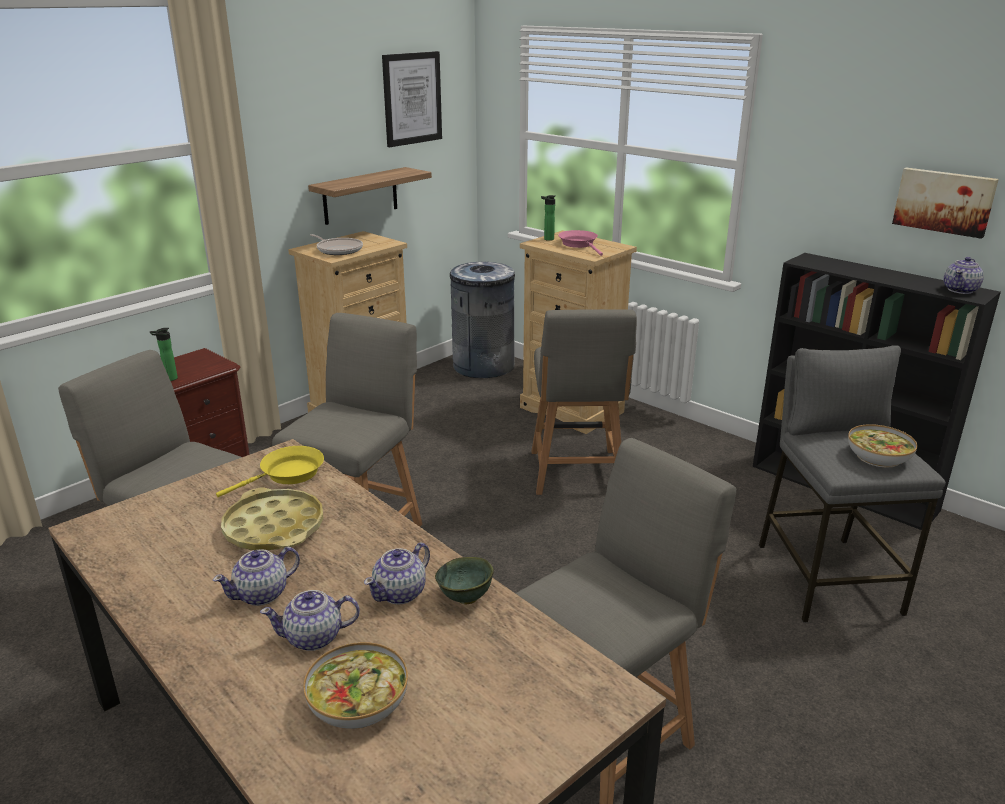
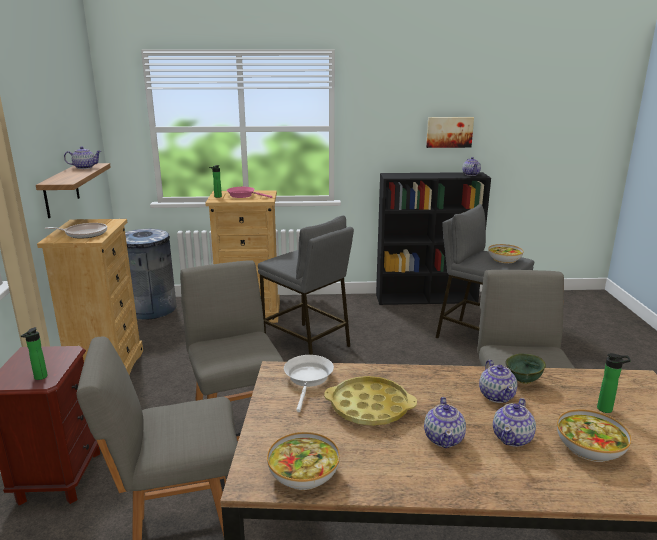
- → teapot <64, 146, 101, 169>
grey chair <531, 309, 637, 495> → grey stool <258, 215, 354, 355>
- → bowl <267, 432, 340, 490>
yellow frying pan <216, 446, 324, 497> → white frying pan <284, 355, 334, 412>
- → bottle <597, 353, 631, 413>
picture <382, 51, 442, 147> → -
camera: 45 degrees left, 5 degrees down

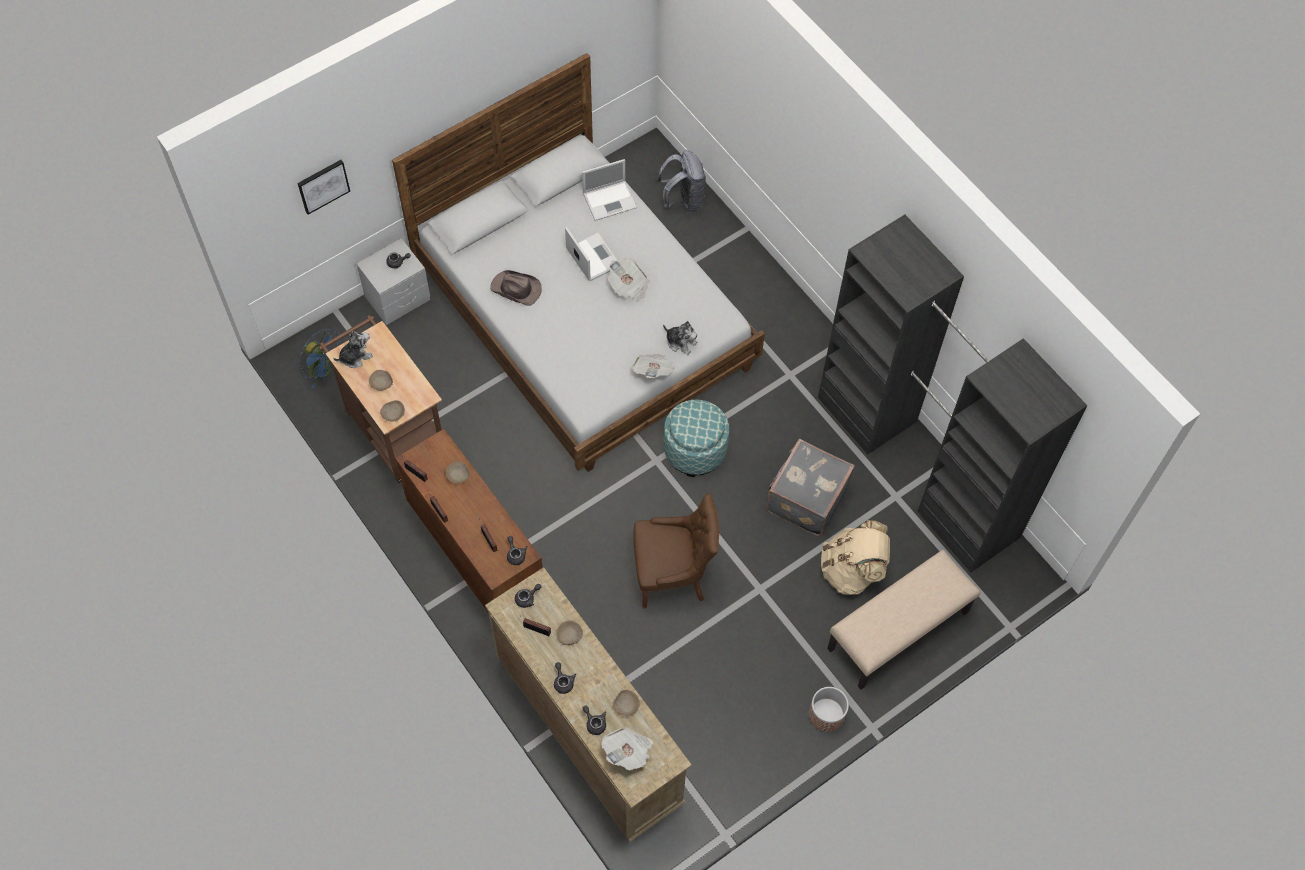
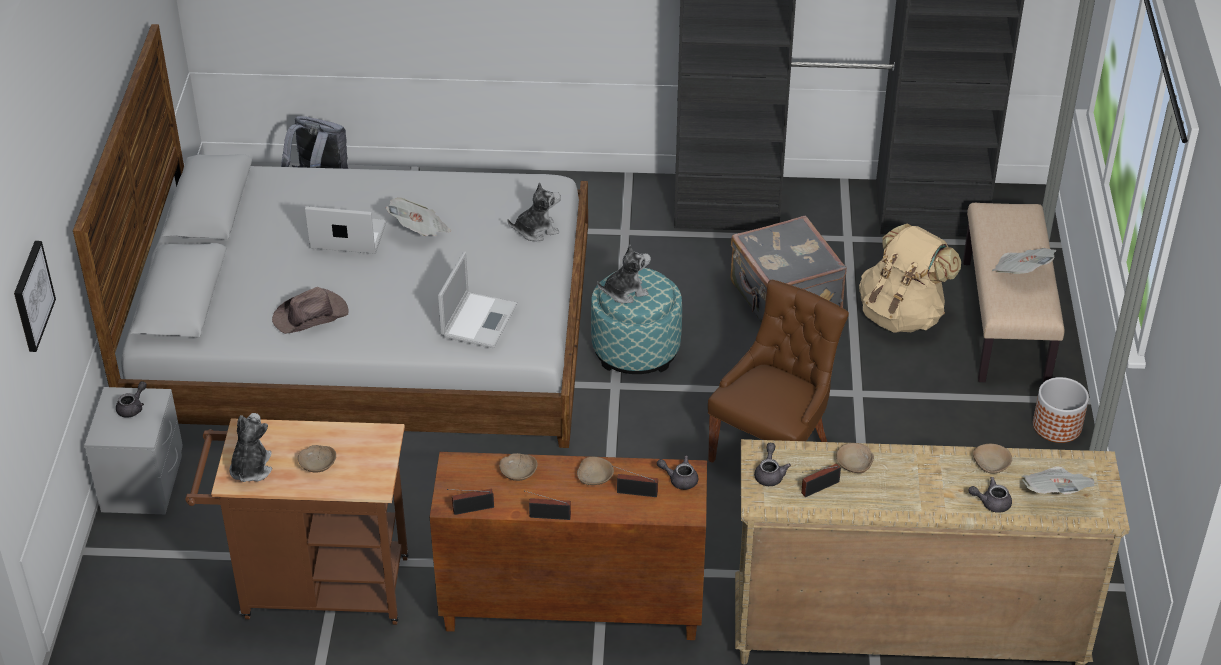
laptop <582, 159, 637, 221> → laptop <438, 252, 518, 348>, moved
beige bowl <380, 400, 405, 422> → beige bowl <577, 457, 614, 485>, moved
- → plush toy <597, 245, 651, 303>
newspaper <632, 353, 675, 378> → newspaper <992, 248, 1056, 274>, moved
blue fan <298, 328, 342, 388> → -
grey teapot <554, 662, 576, 694> → -
camera: 50 degrees left, 20 degrees down

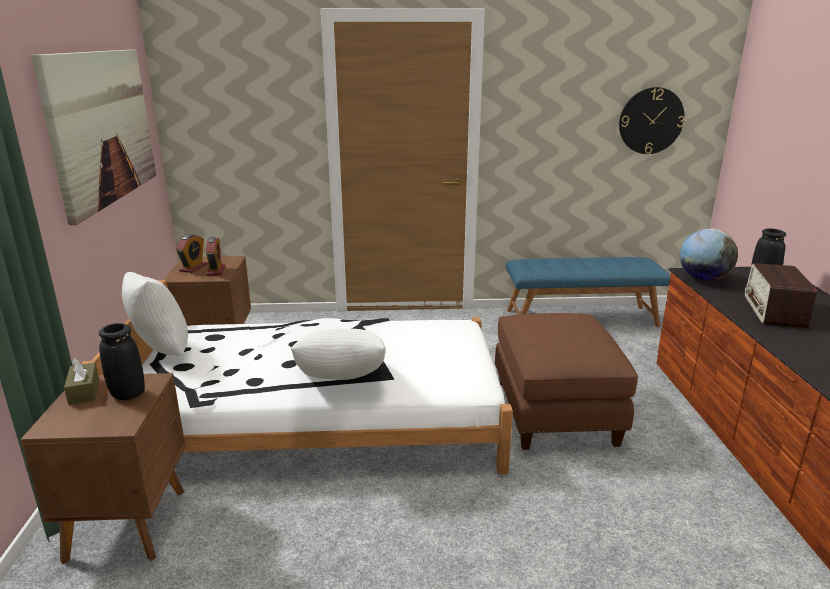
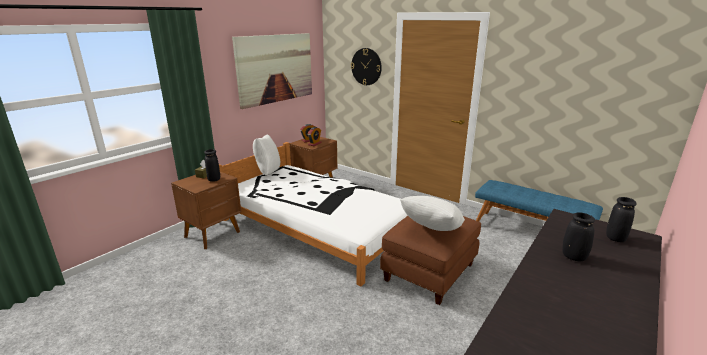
wall clock <619, 87, 685, 154> → wall clock <351, 48, 382, 85>, moved
white pillow <290, 329, 385, 380> → white pillow <400, 196, 465, 231>, moved
radio <745, 263, 817, 328> → black vase <562, 212, 595, 261>
globe <680, 229, 738, 281> → -
camera: 40 degrees right, 0 degrees up

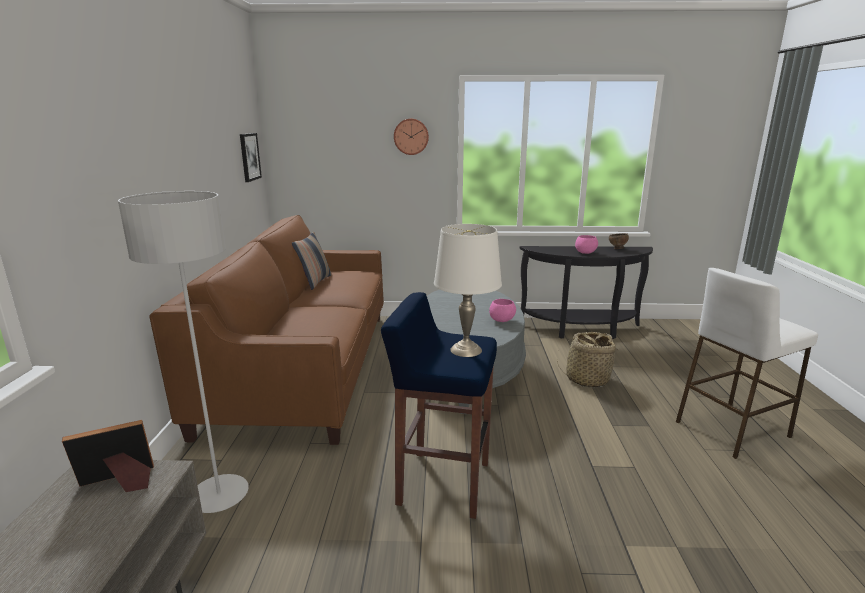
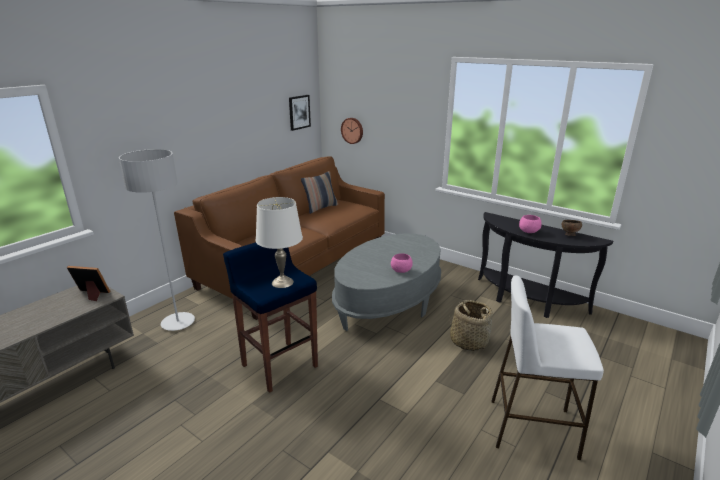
wall clock <394, 119, 429, 155> → wall clock <341, 118, 363, 144>, moved
camera: 35 degrees right, 5 degrees up

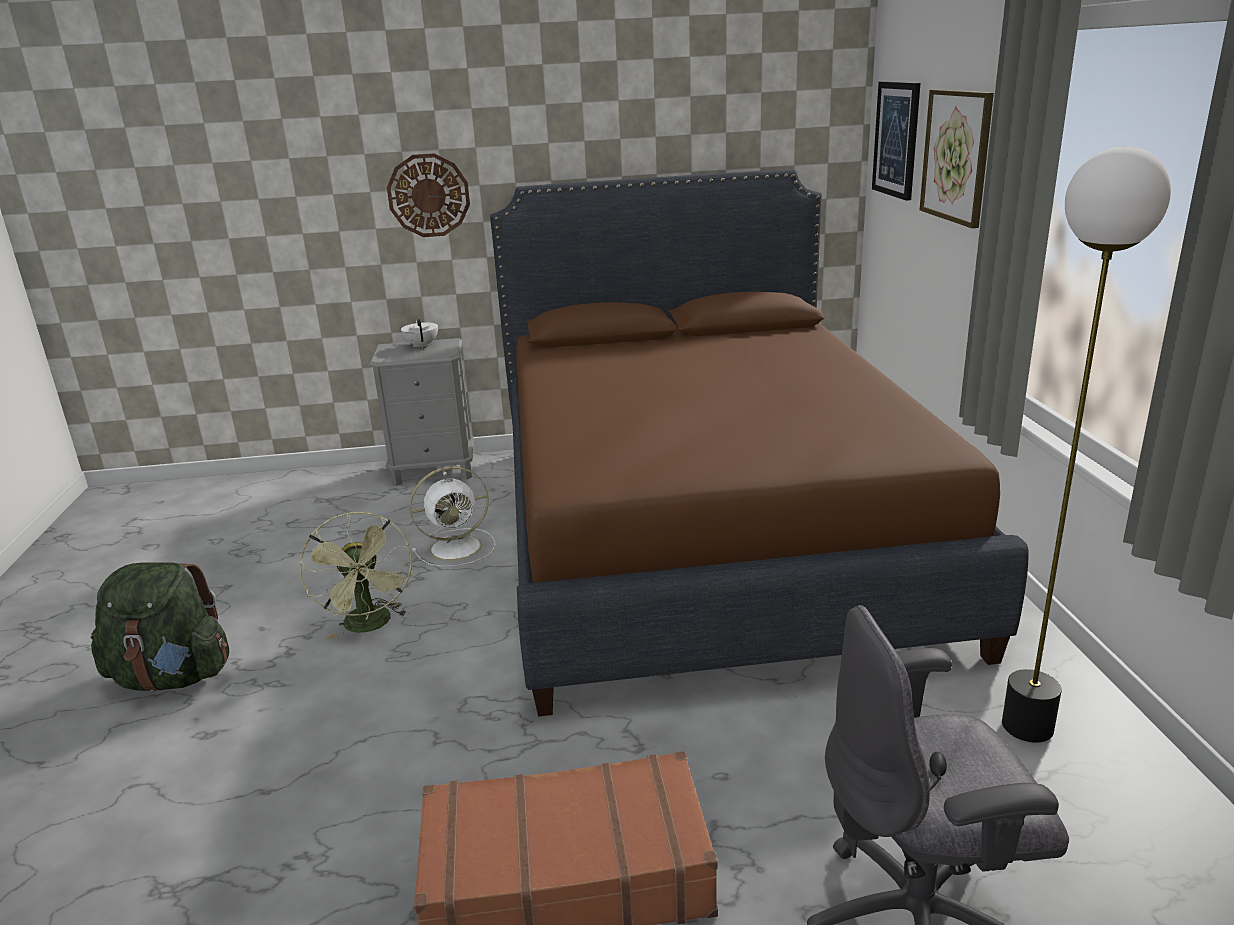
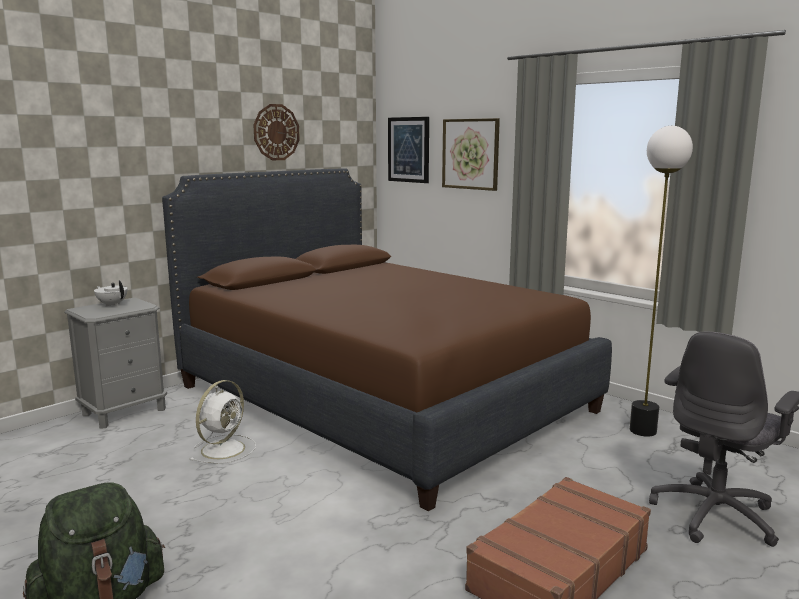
wall clock <387, 153, 470, 237> → wall clock <253, 104, 300, 161>, moved
green fan <300, 512, 413, 640> → -
camera: 40 degrees left, 10 degrees down

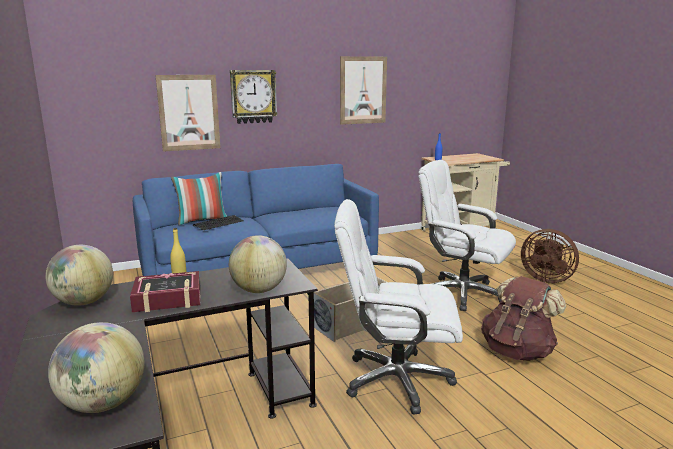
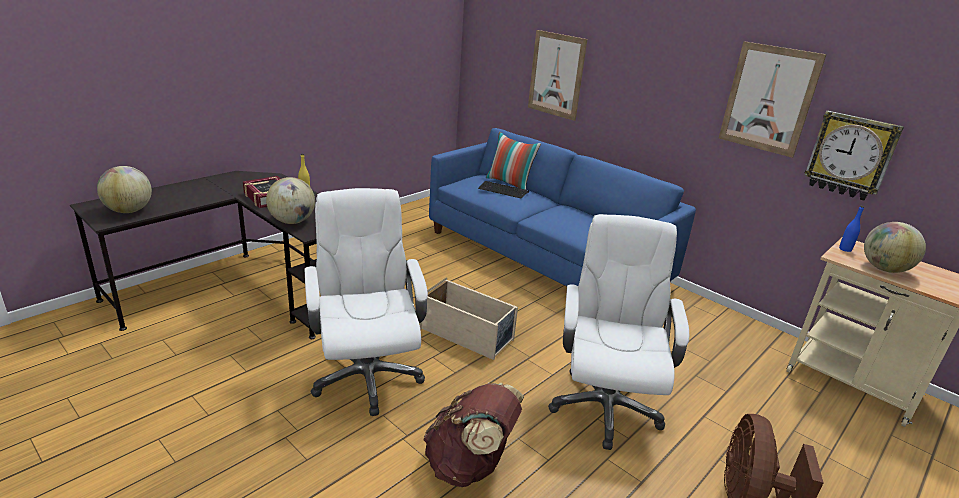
wall clock <230, 70, 277, 124> → wall clock <805, 111, 904, 201>, moved
globe <45, 245, 113, 306> → globe <864, 222, 926, 273>, moved
camera: 65 degrees right, 10 degrees up

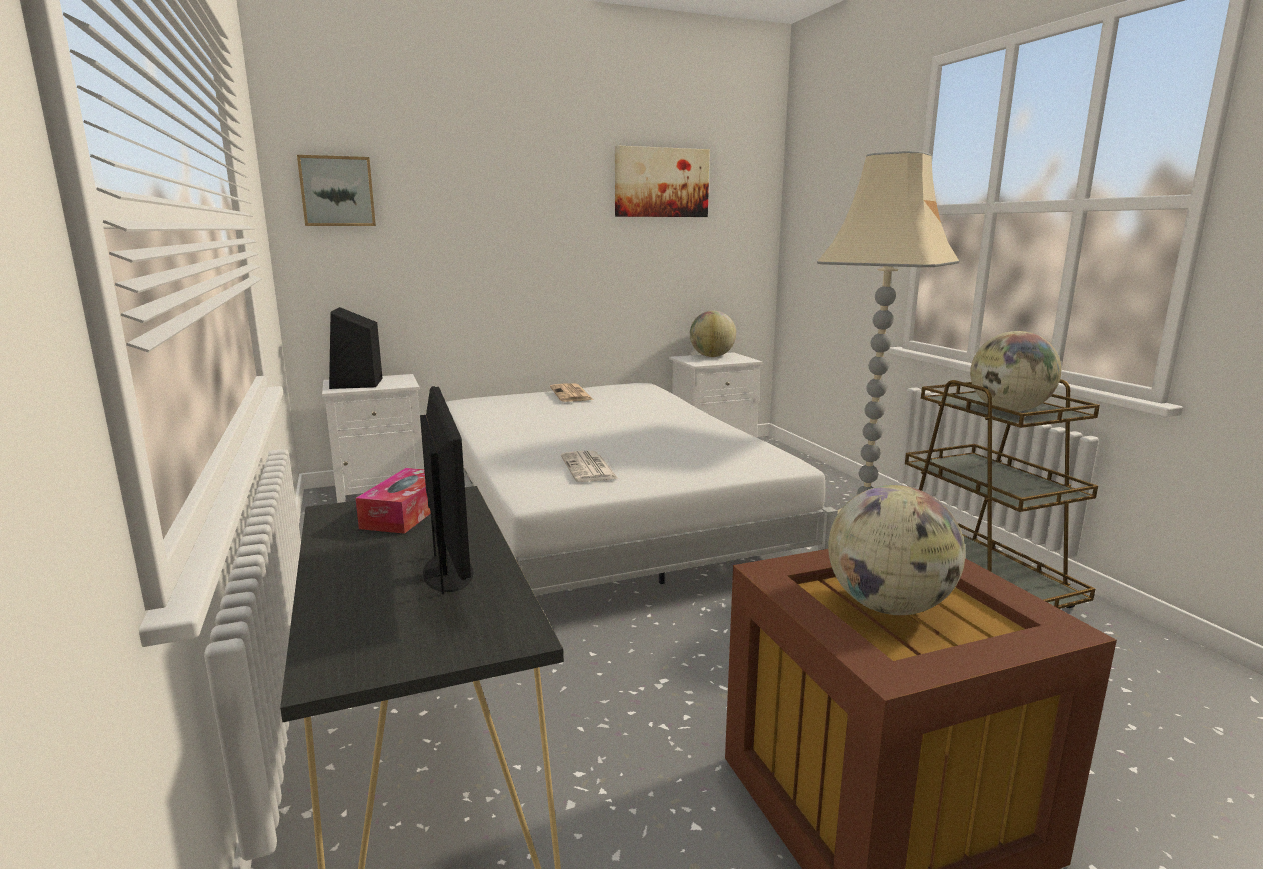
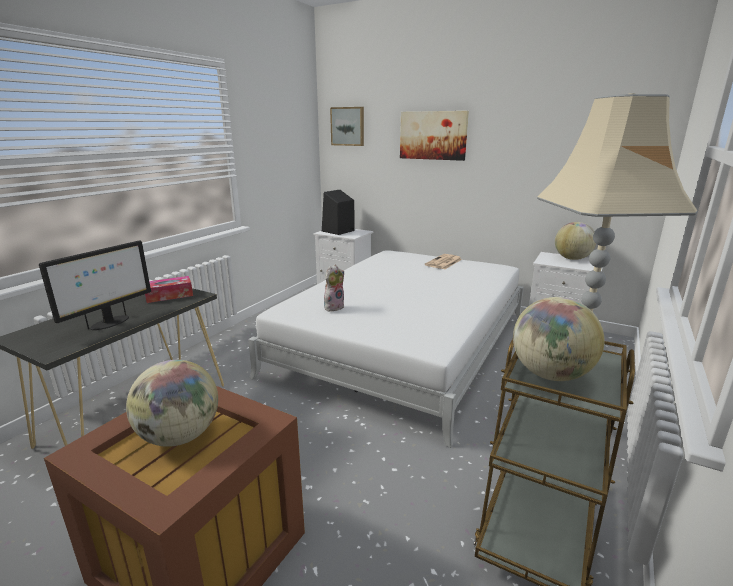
newspaper <561, 451, 618, 482> → plush toy <324, 265, 344, 311>
picture <615, 146, 710, 217> → picture <400, 111, 469, 161>, moved
camera: 50 degrees right, 5 degrees up

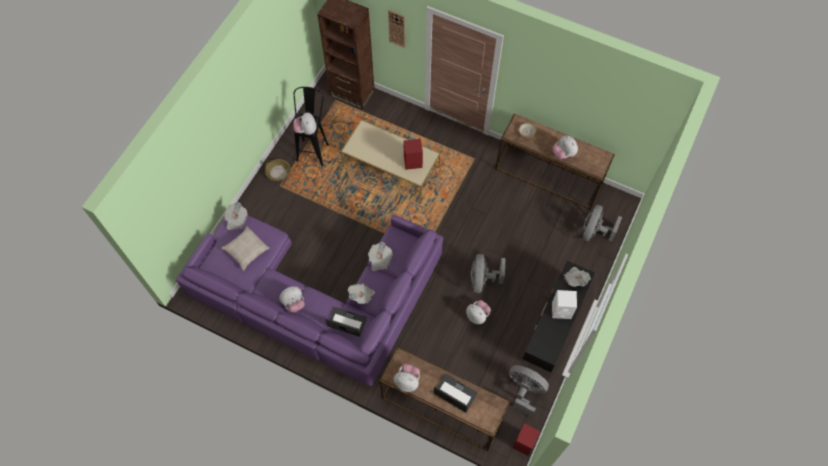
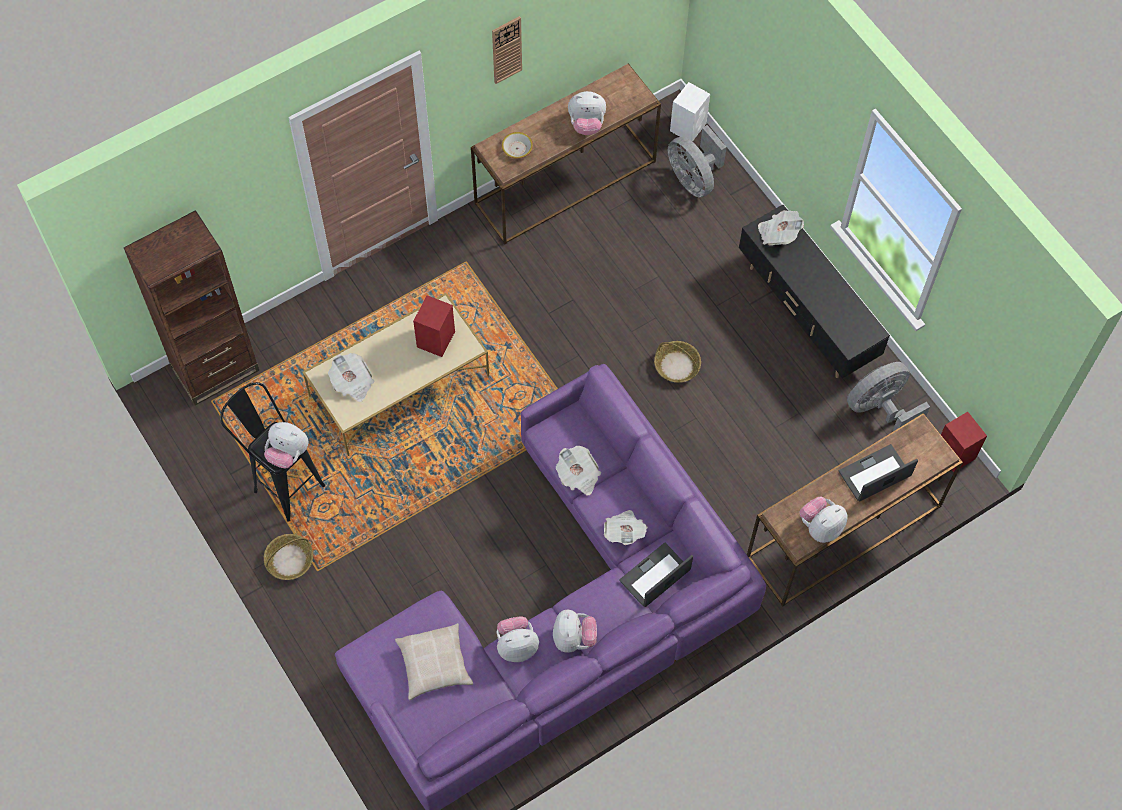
newspaper <224, 202, 248, 230> → newspaper <328, 353, 374, 402>, moved
wall clock <388, 10, 405, 48> → wall clock <492, 16, 522, 84>, moved
plush toy <466, 300, 491, 325> → plush toy <496, 616, 539, 662>, moved
grey fan <471, 254, 505, 293> → basket <654, 341, 701, 383>
white speaker <552, 290, 577, 319> → white speaker <670, 82, 710, 142>, moved
camera: 60 degrees left, 0 degrees up

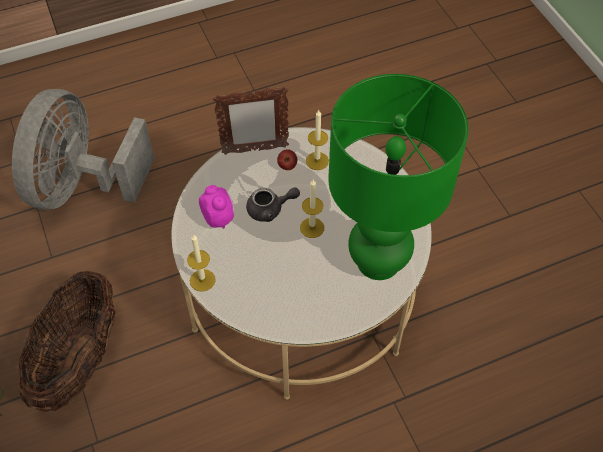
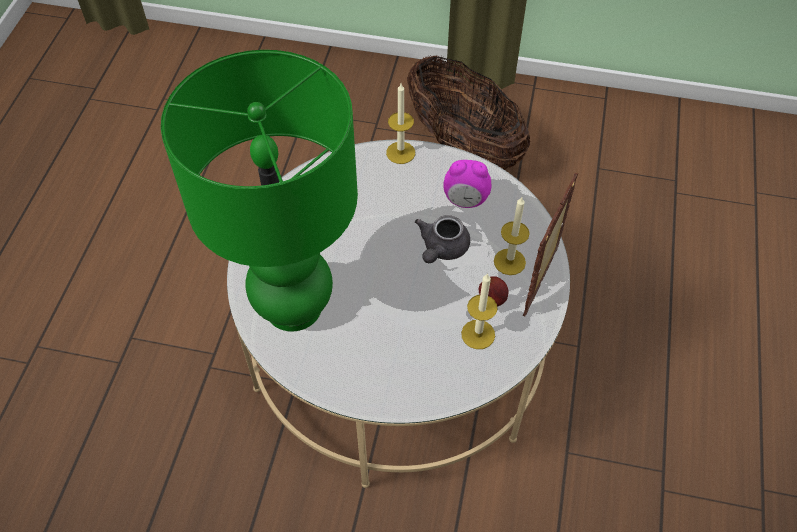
candle <300, 180, 324, 238> → candle <494, 197, 530, 275>, moved
grey fan <12, 89, 155, 210> → -
camera: 125 degrees right, 0 degrees up

